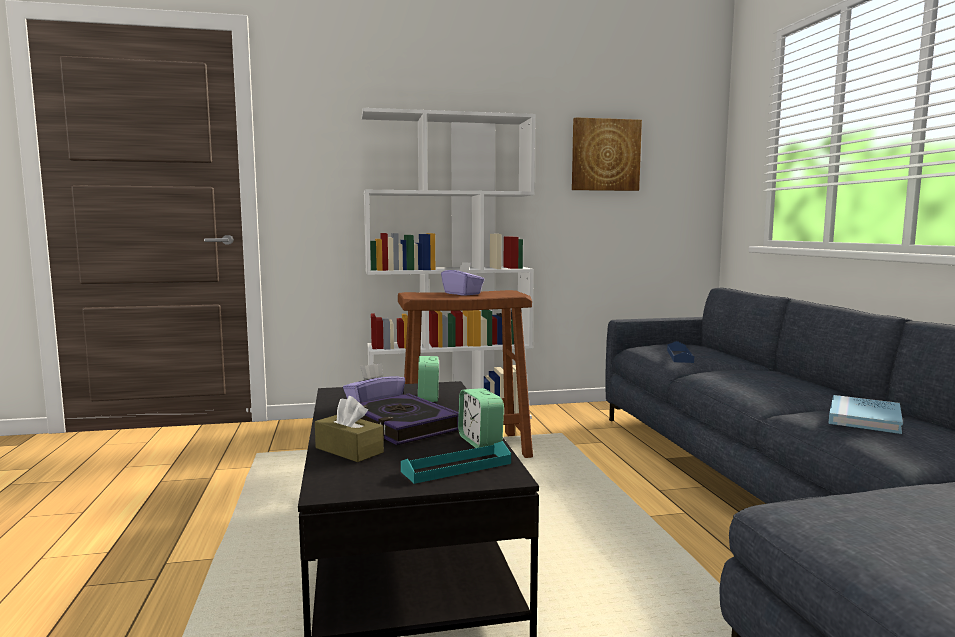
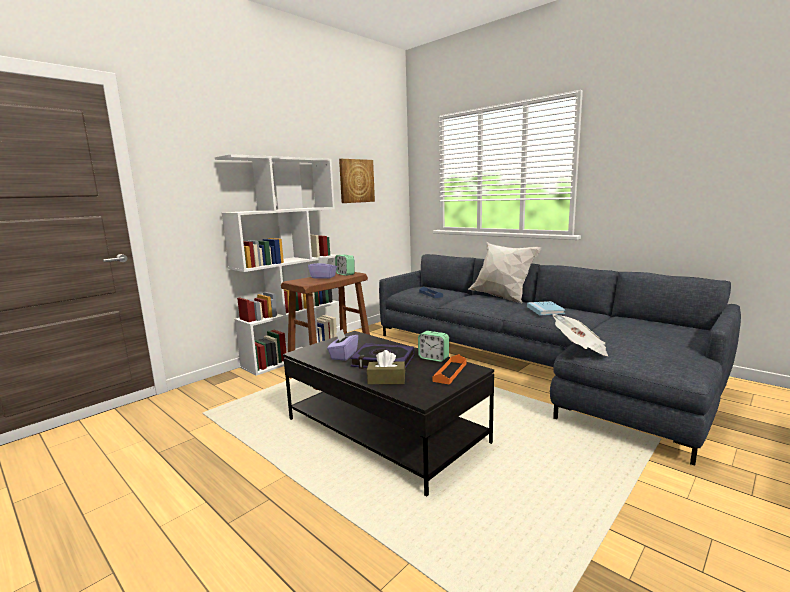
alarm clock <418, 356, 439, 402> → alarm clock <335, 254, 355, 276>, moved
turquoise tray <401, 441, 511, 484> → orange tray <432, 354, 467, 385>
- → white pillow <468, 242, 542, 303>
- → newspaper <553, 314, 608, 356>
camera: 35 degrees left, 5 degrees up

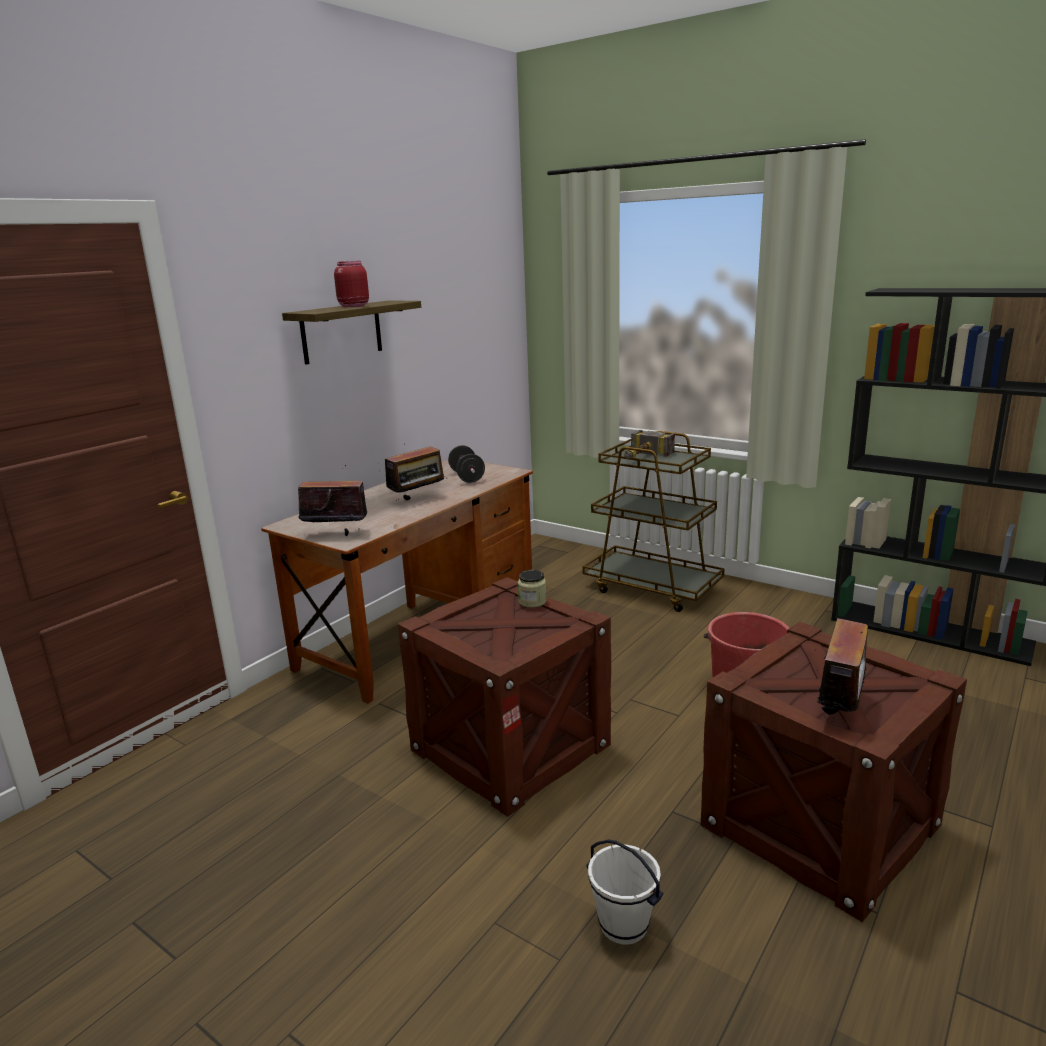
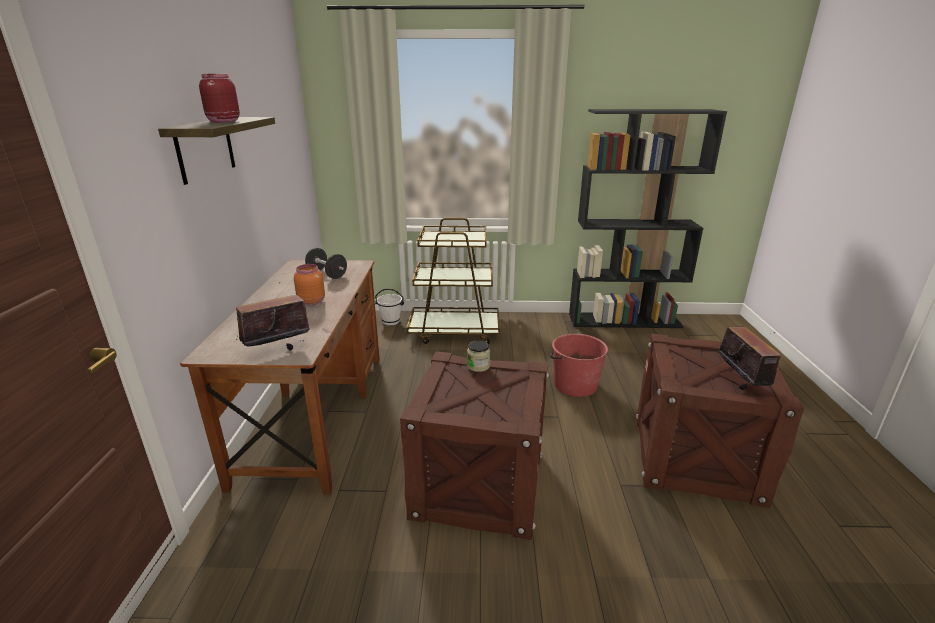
radio <385, 441, 446, 501> → orange jar <294, 264, 325, 305>
white bucket <586, 840, 663, 945> → white bucket <375, 289, 404, 325>, moved
hammer <624, 430, 675, 458> → -
camera: 35 degrees left, 5 degrees up

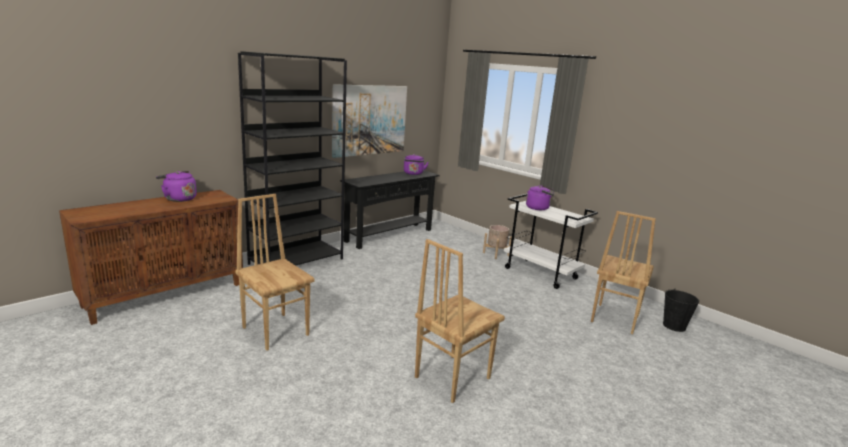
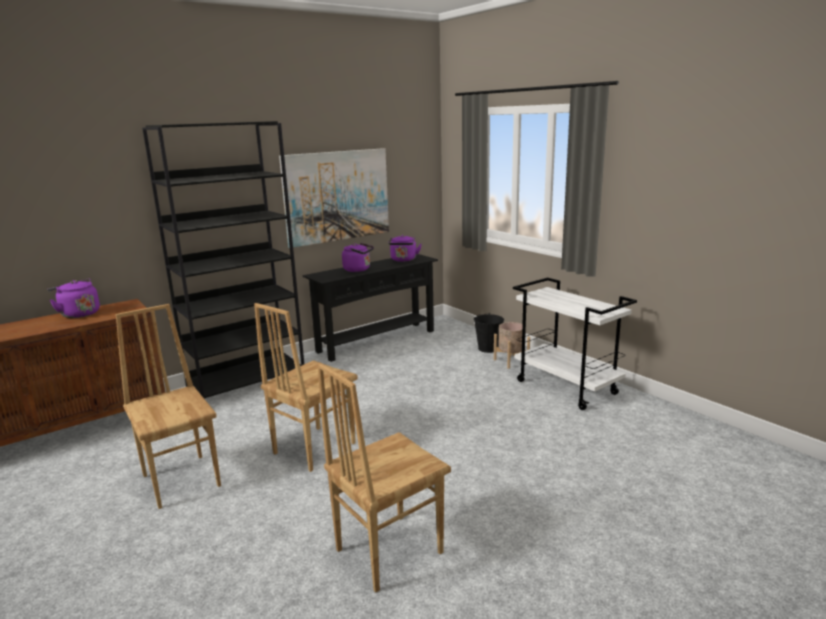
brown chair <591, 211, 656, 334> → brown chair <254, 303, 358, 472>, moved
purple kettle <526, 185, 554, 210> → purple kettle <342, 243, 374, 272>, moved
black bucket <663, 288, 699, 332> → black bucket <474, 313, 504, 353>, moved
camera: 10 degrees right, 0 degrees up

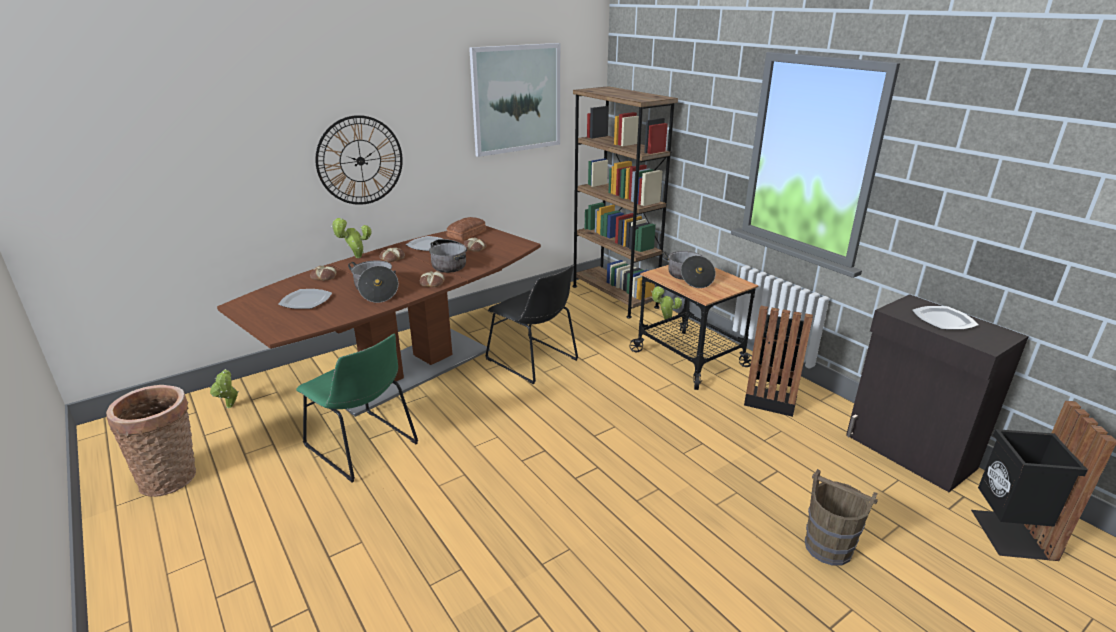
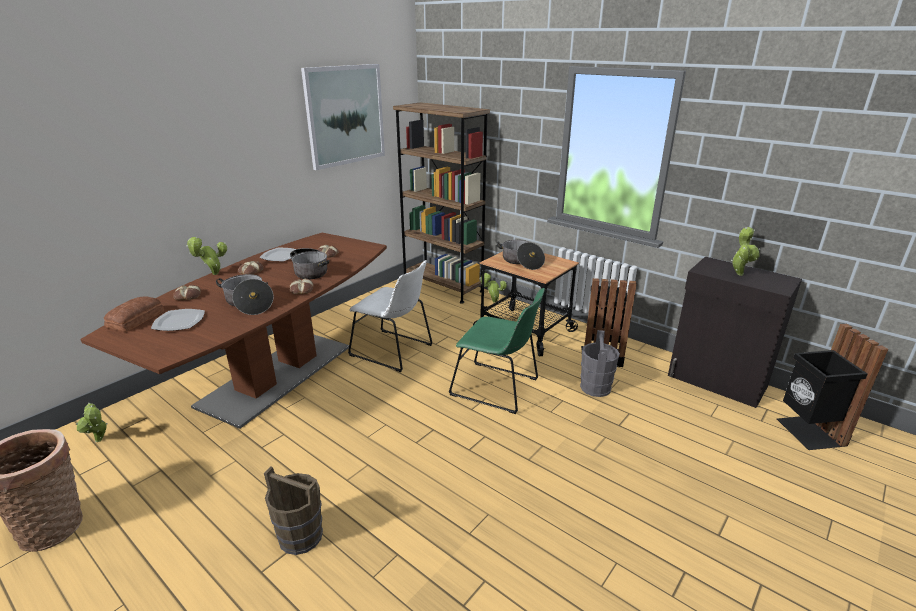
bread <446, 217, 486, 241> → bread <104, 296, 164, 332>, moved
brown bucket <805, 469, 878, 566> → brown bucket <264, 466, 323, 555>, moved
black chair <485, 264, 578, 384> → white chair <348, 260, 433, 372>
green chair <296, 334, 418, 483> → green chair <449, 288, 545, 414>, moved
- → grey bucket <580, 330, 620, 397>
plate <912, 306, 979, 330> → potted plant <731, 227, 760, 276>
wall clock <315, 115, 403, 205> → -
camera: 15 degrees left, 0 degrees up

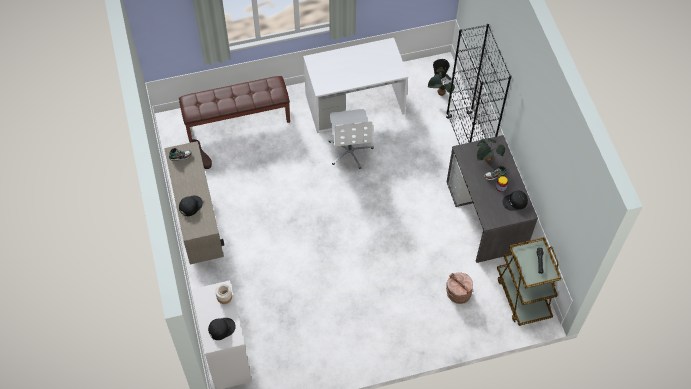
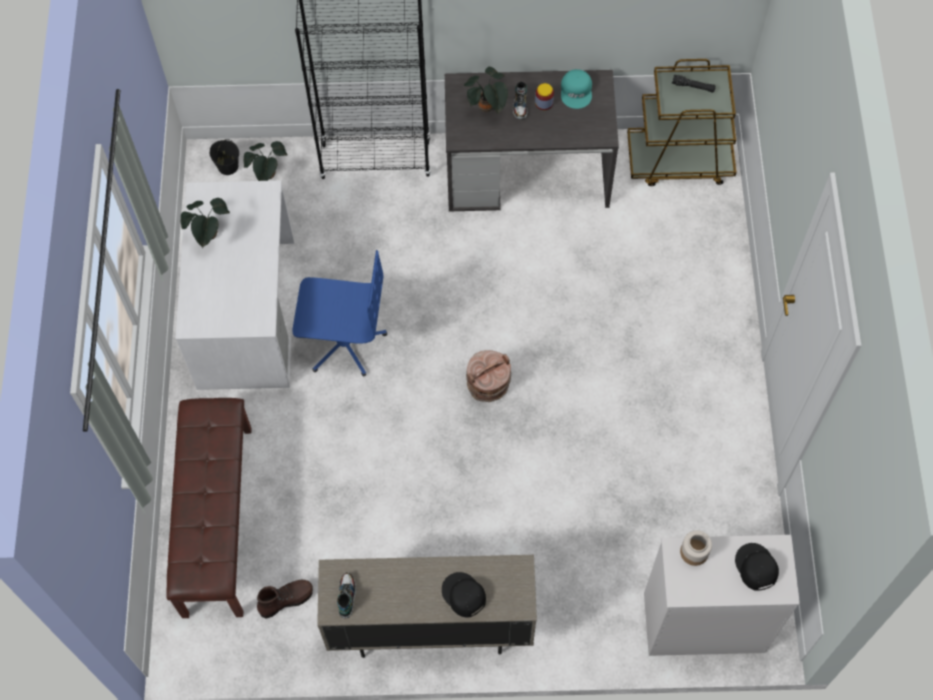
- → potted plant <180, 198, 230, 248>
white office chair <329, 109, 374, 169> → blue office chair <292, 250, 387, 377>
brown bucket <446, 273, 473, 304> → brown bucket <466, 350, 511, 402>, moved
black cap <502, 190, 528, 211> → turquoise cap <561, 69, 592, 109>
camera: 75 degrees left, 5 degrees up

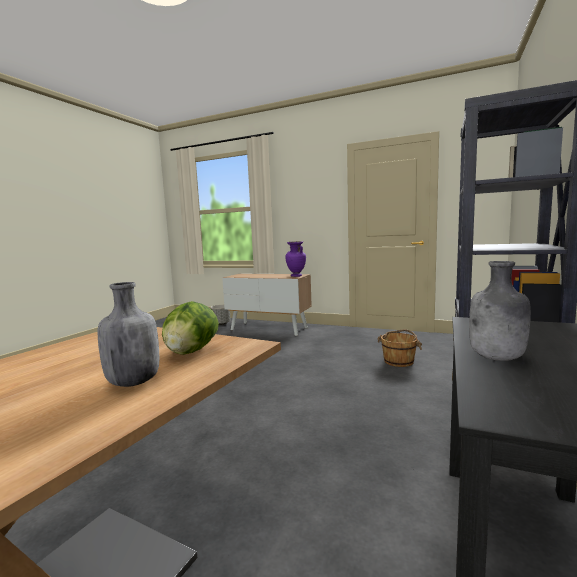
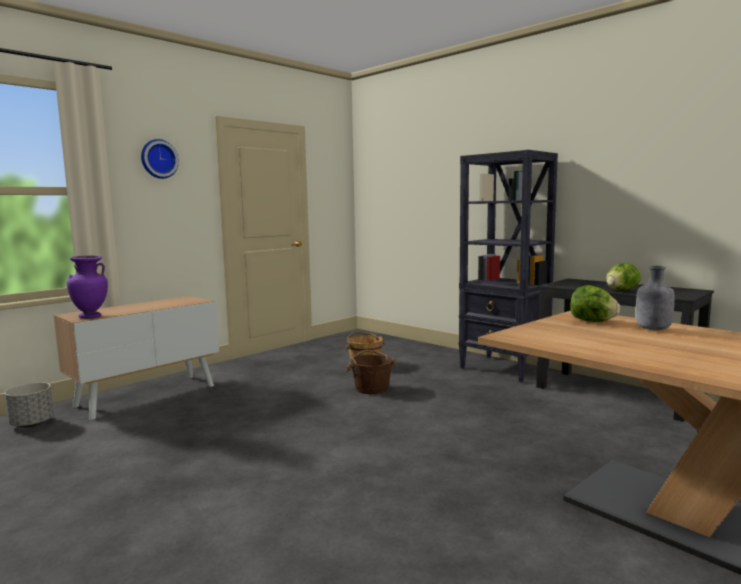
purple vase <285, 241, 306, 277> → purple vase <67, 256, 108, 318>, moved
- → wall clock <141, 139, 179, 179>
- → brown bucket <346, 350, 398, 394>
grey bottle <469, 261, 531, 361> → lettuce <606, 263, 641, 291>
camera: 70 degrees left, 0 degrees up

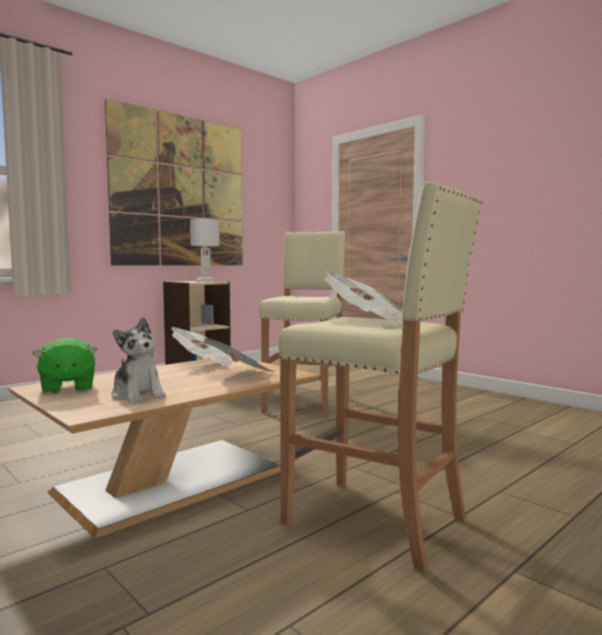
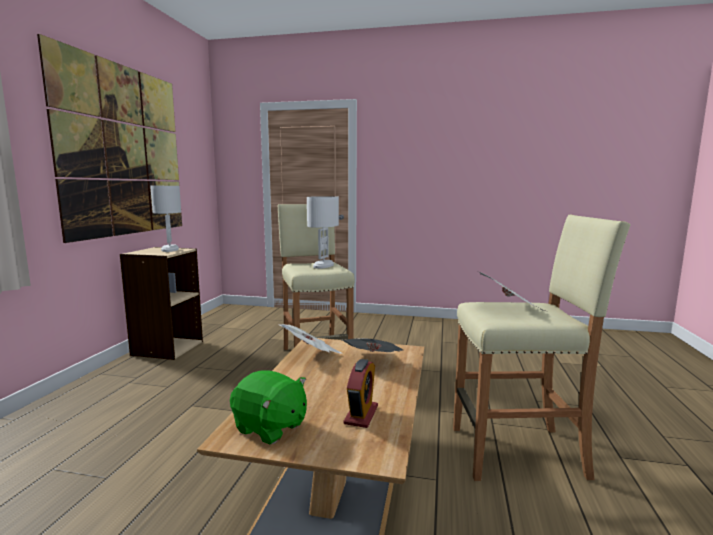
- → white table lamp <307, 196, 339, 269>
plush toy <111, 317, 166, 403> → alarm clock <344, 359, 378, 428>
camera: 35 degrees left, 5 degrees up

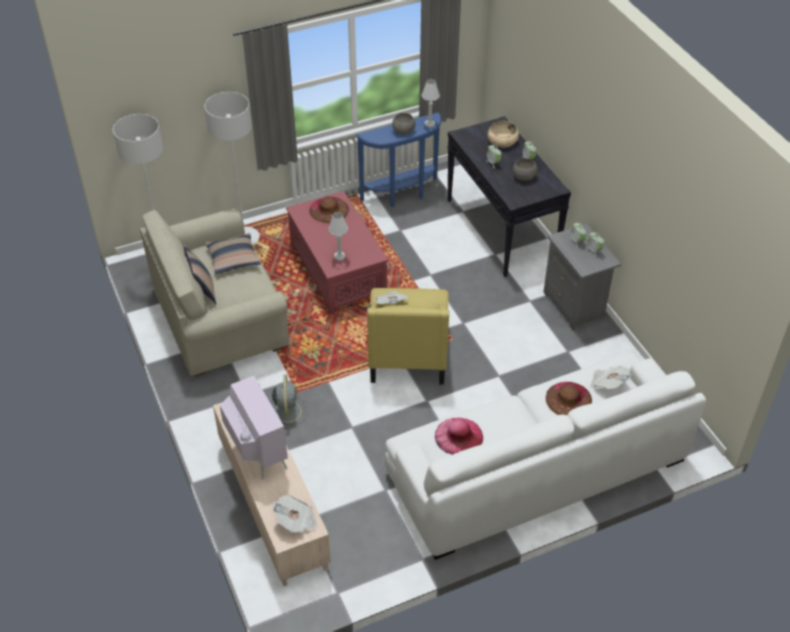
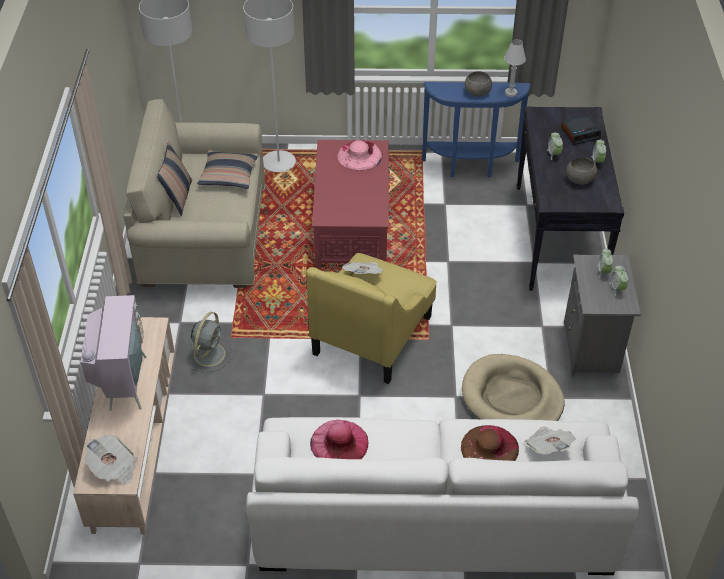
brown hat <309, 196, 349, 223> → pink hat <337, 140, 383, 171>
- → beige dog bed <462, 354, 565, 421>
beige bowl <488, 121, 519, 148> → alarm clock <561, 115, 601, 145>
white table lamp <328, 212, 348, 261> → -
camera: 25 degrees right, 0 degrees up

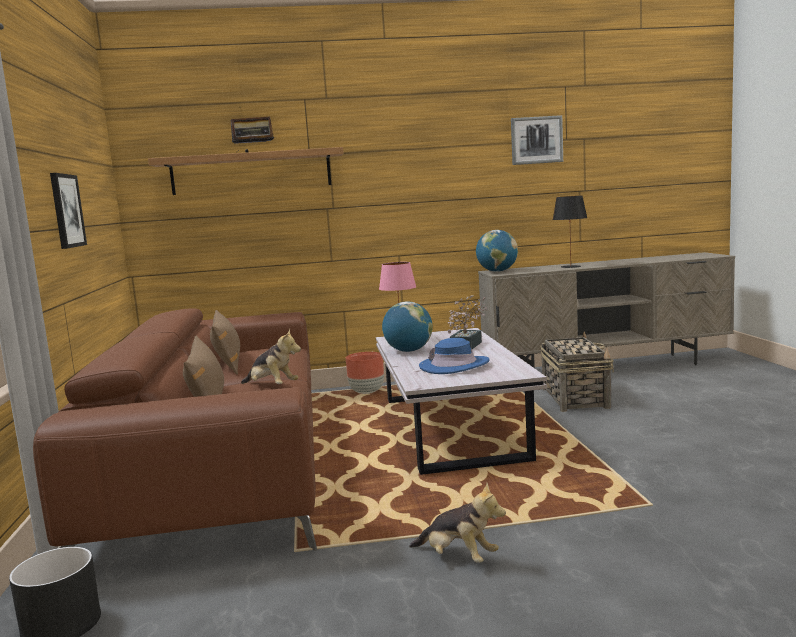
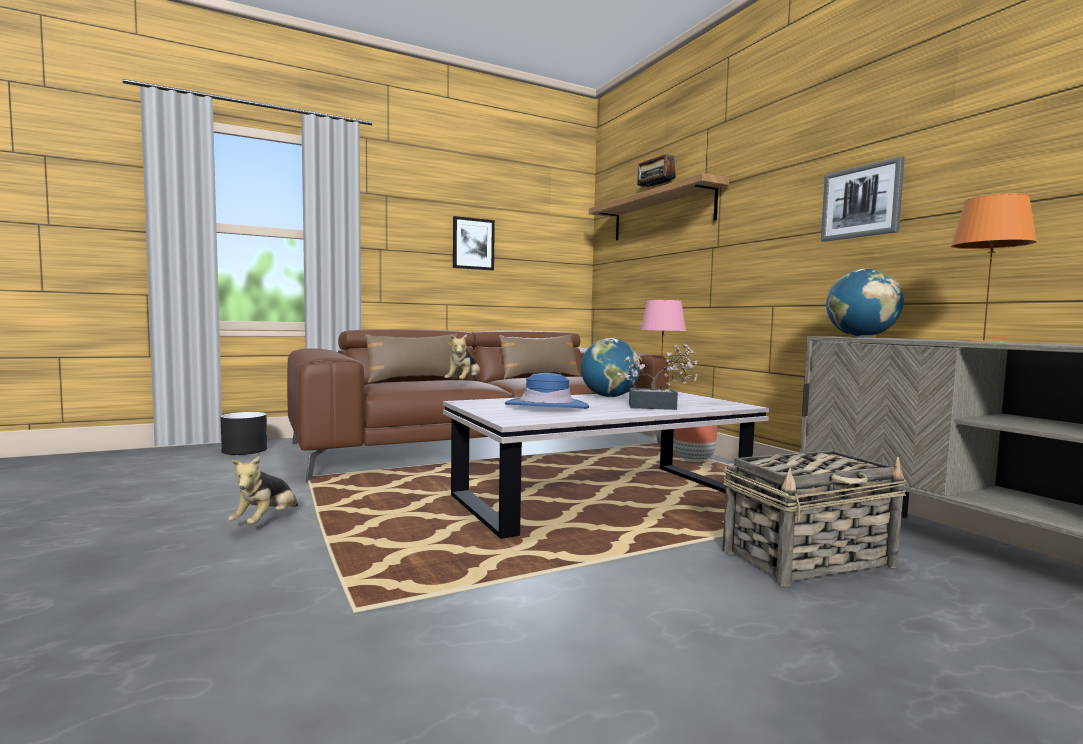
picture <511, 115, 563, 165> → picture <821, 156, 905, 242>, moved
black table lamp <553, 195, 587, 268> → orange table lamp <951, 193, 1037, 342>
camera: 70 degrees right, 5 degrees down

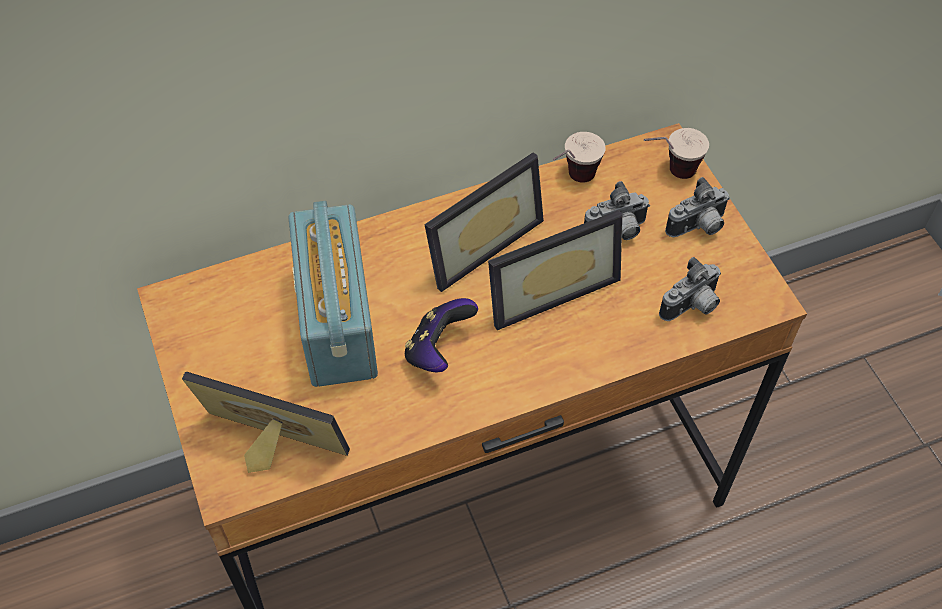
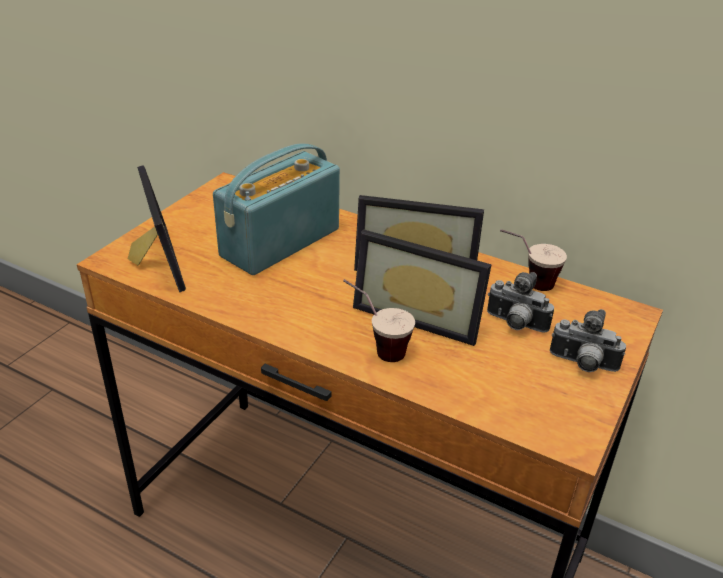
cup <644, 128, 709, 179> → cup <343, 279, 415, 362>, moved
game controller <405, 298, 478, 372> → -
photo camera <659, 257, 721, 321> → -
camera: 50 degrees right, 20 degrees down

